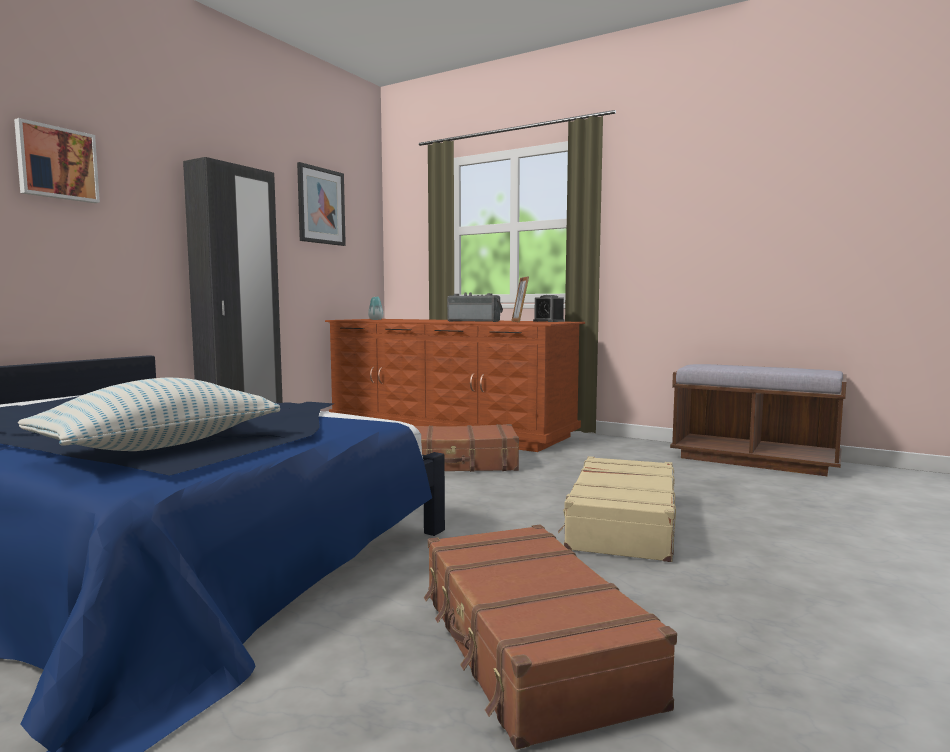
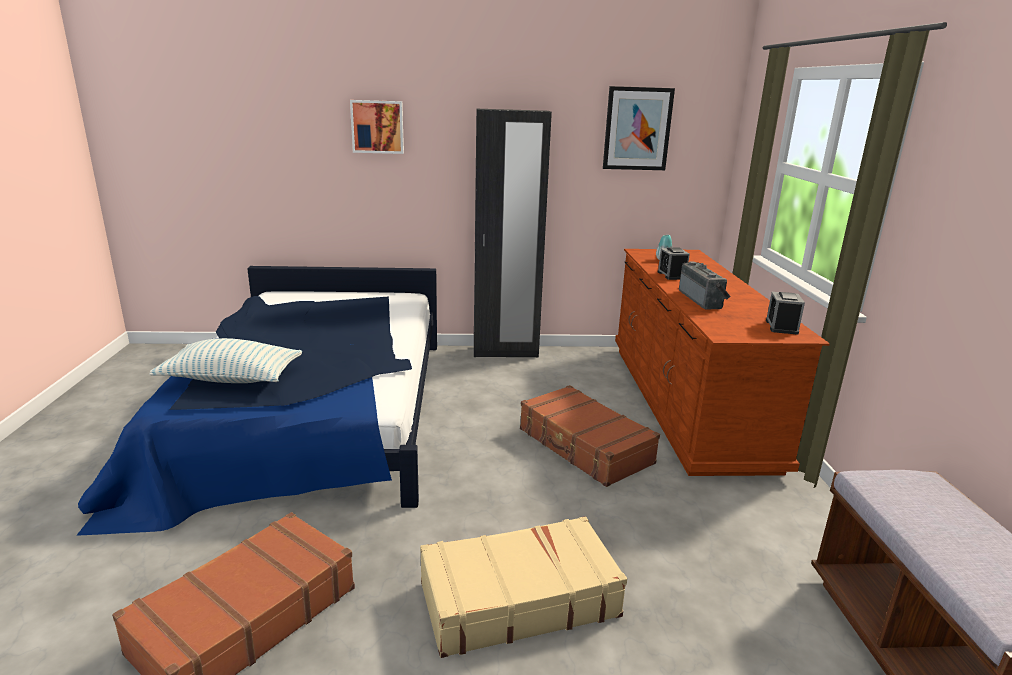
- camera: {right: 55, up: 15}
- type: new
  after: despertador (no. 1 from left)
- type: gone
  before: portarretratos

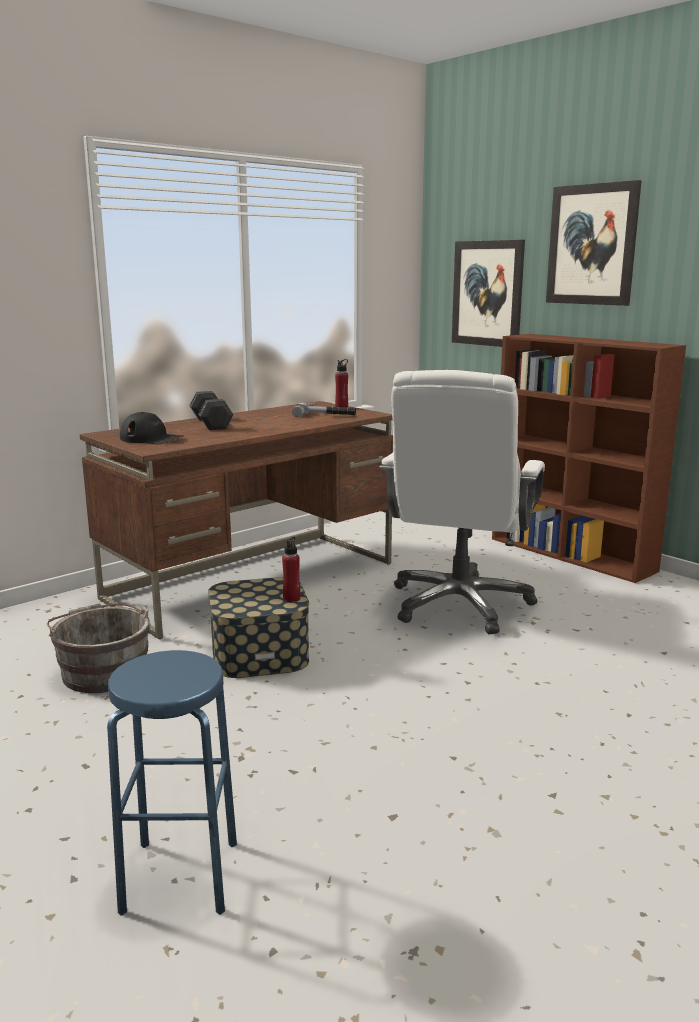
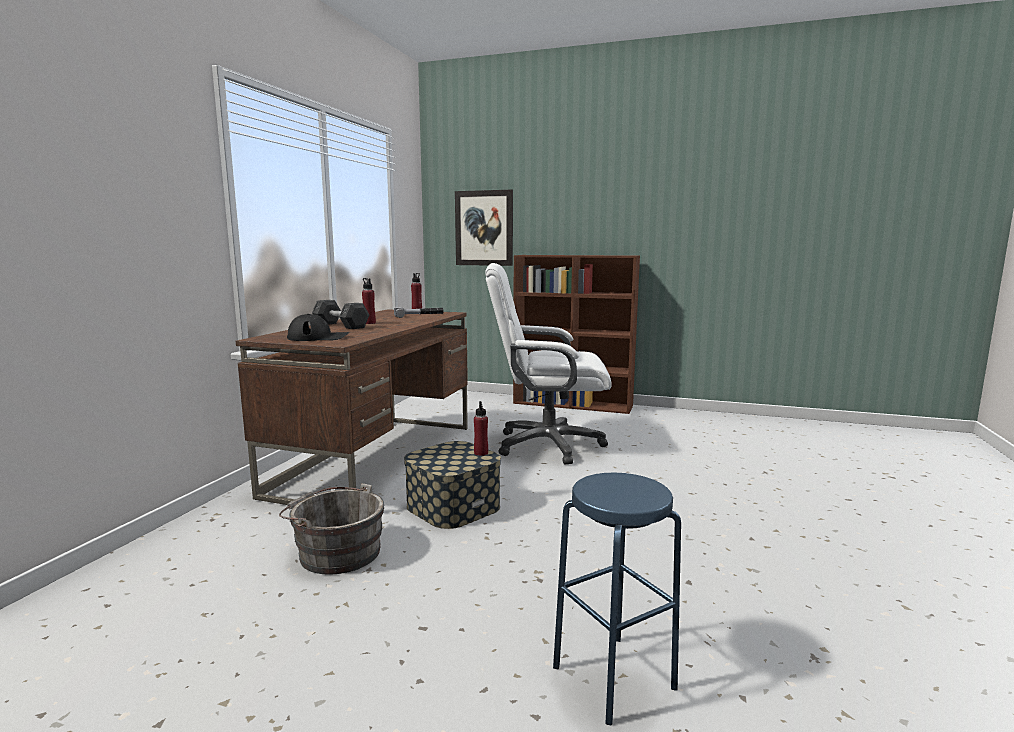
- camera: {right: -30, up: -5}
- type: new
  after: botella (rojo) (no. 1 from left)
- type: rotated
  before: silla de oficina (blanco)
  turn: 105
- type: gone
  before: cuadro (no. 2 from left)

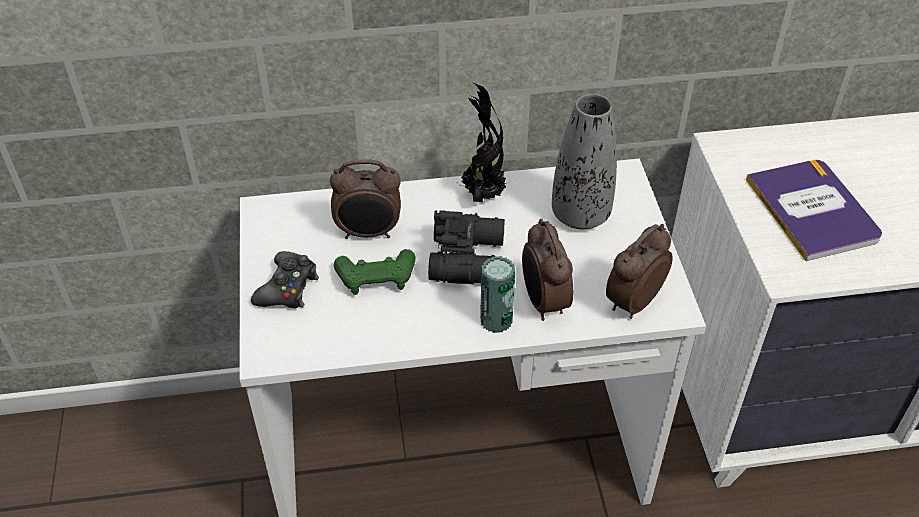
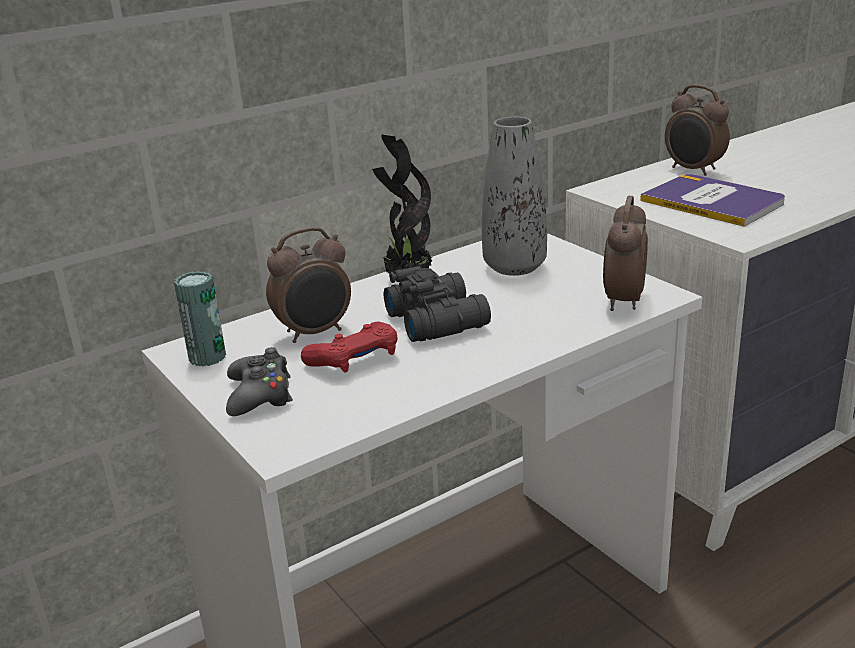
- camera: {right: -25, up: -20}
- type: shifted
  before: lata
- type: repainted
  before: mando de consola (verde)
  after: mando de consola (rojo)
- type: shifted
  before: despertador (no. 2 from left in the first image)
  after: despertador (no. 3 from left)

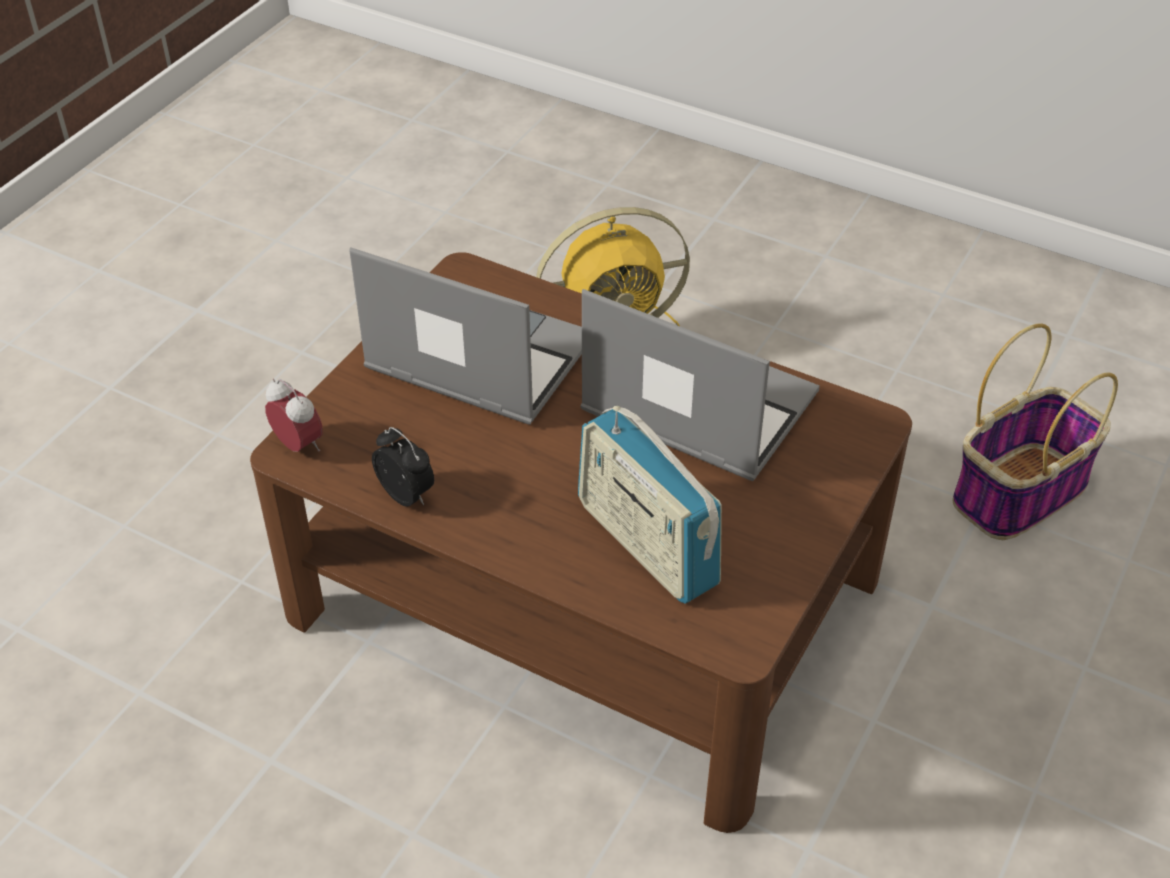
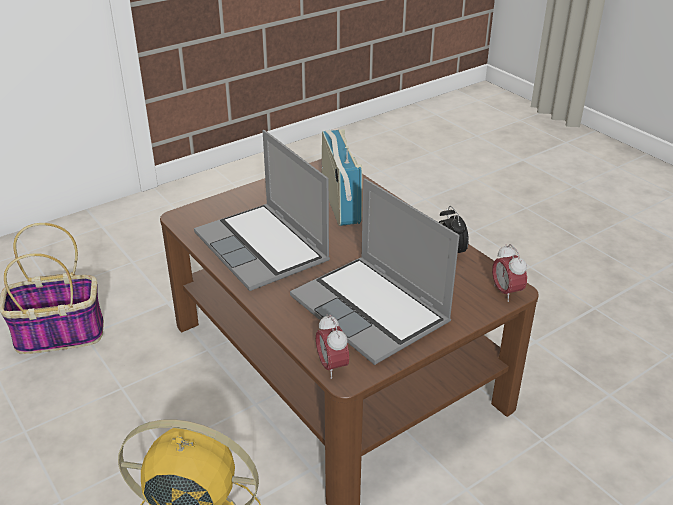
- camera: {right: -155, up: -10}
- type: new
  after: despertador (no. 1 from left)

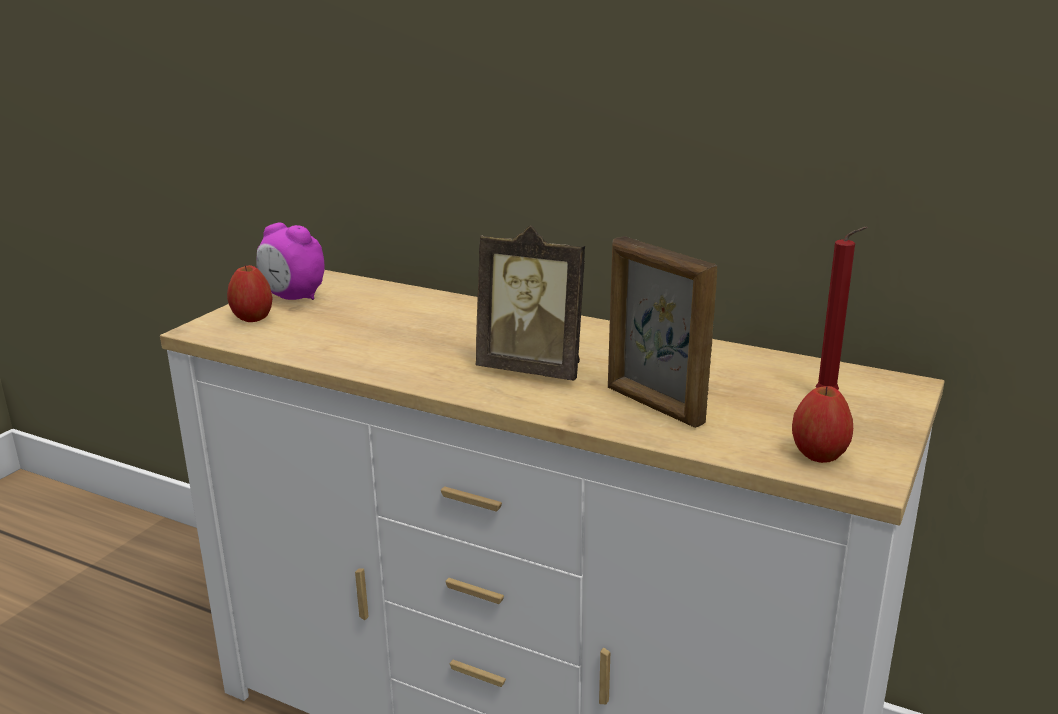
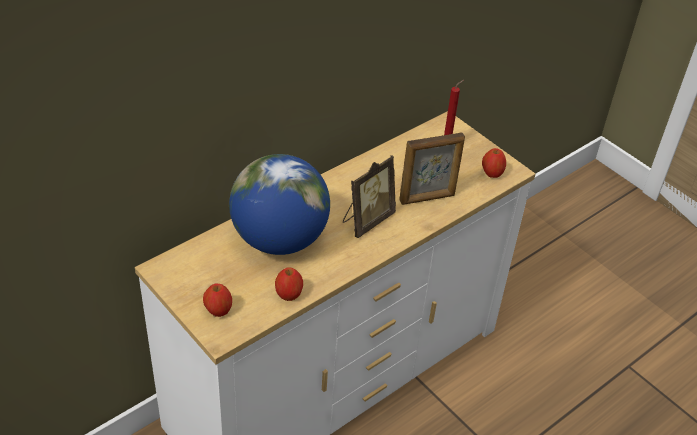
- camera: {right: -70, up: 20}
- type: new
  after: globo terráqueo
- type: new
  after: manzana (no. 2 from left)
- type: gone
  before: despertador

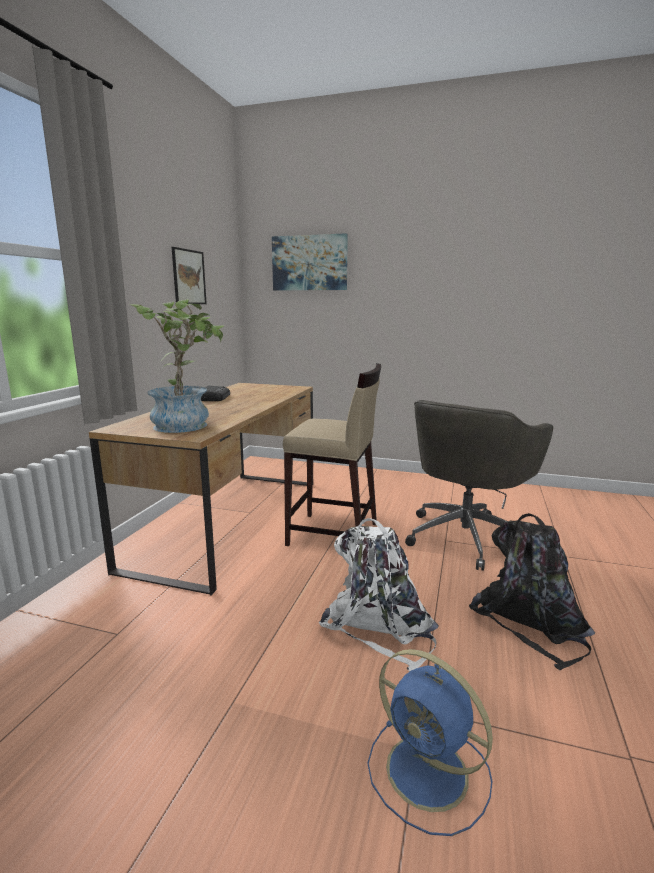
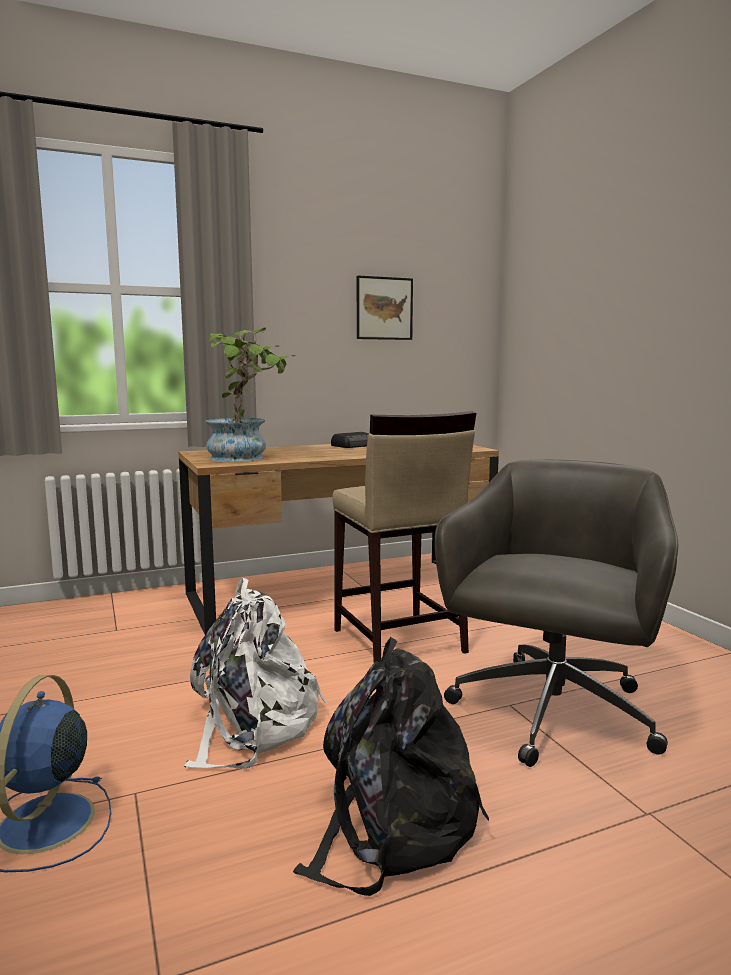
- camera: {right: 50, up: -5}
- type: rotated
  before: silla de oficina (gris)
  turn: 120
- type: gone
  before: cuadro (no. 2 from left)

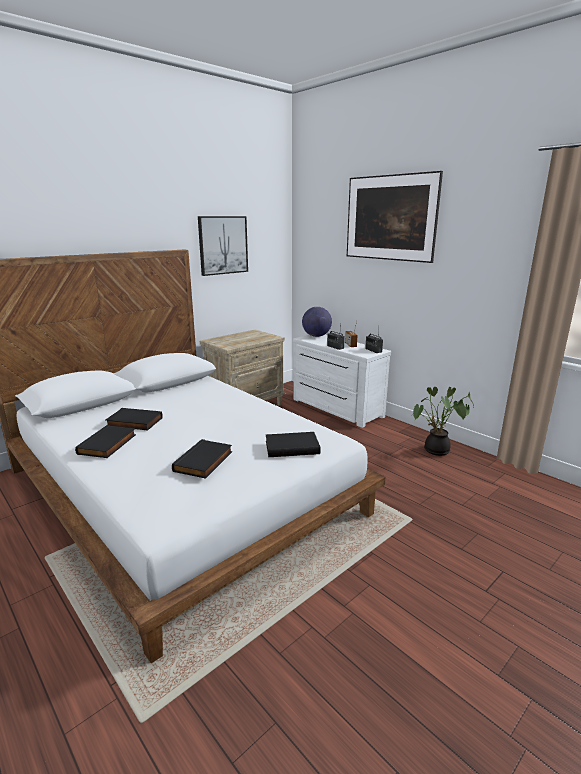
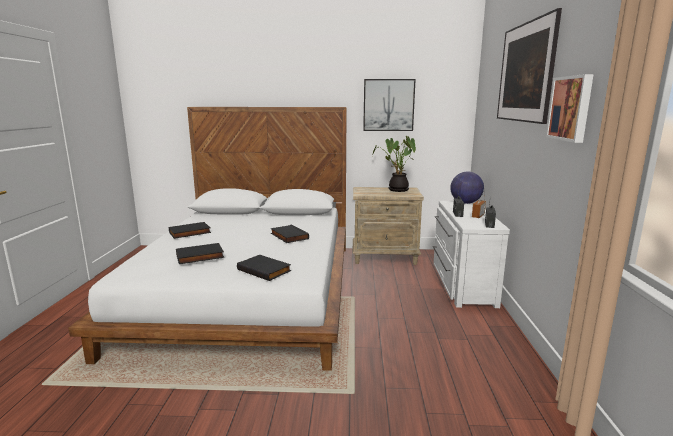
- camera: {right: 45, up: -5}
- type: shifted
  before: libro (negro) (no. 2 from left in the first image)
  after: libro (negro) (no. 4 from left)
- type: shifted
  before: planta en maceta
- type: new
  after: cuadro (no. 3 from left)

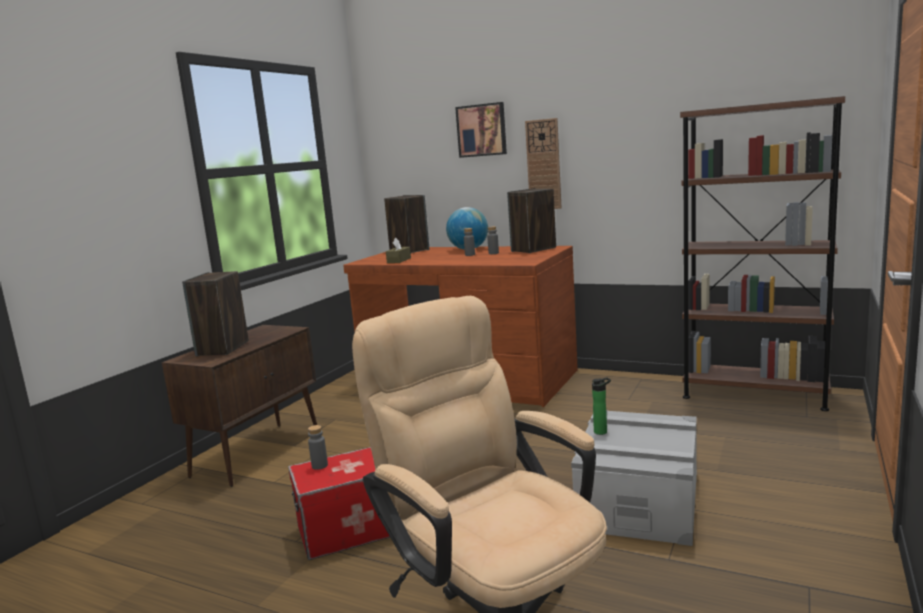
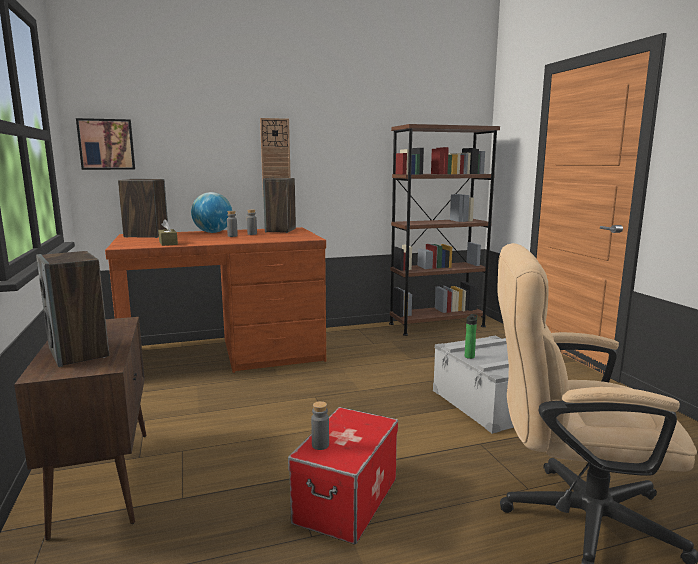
- camera: {right: -45, up: 0}
- type: shifted
  before: cuadro

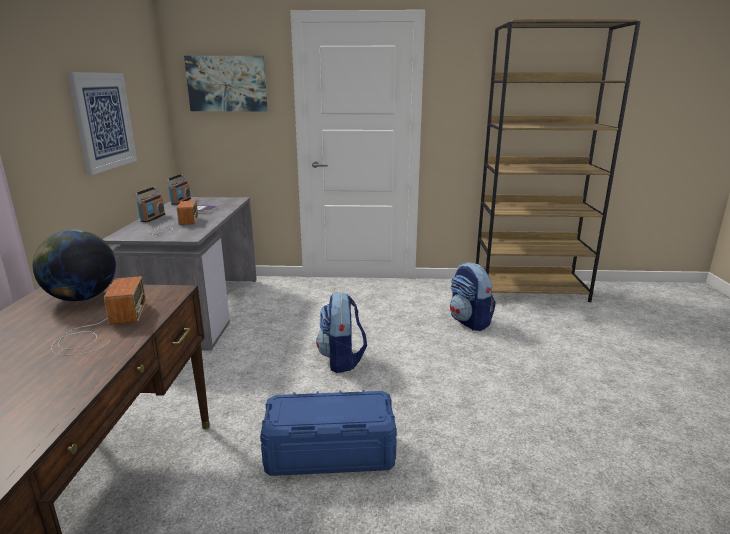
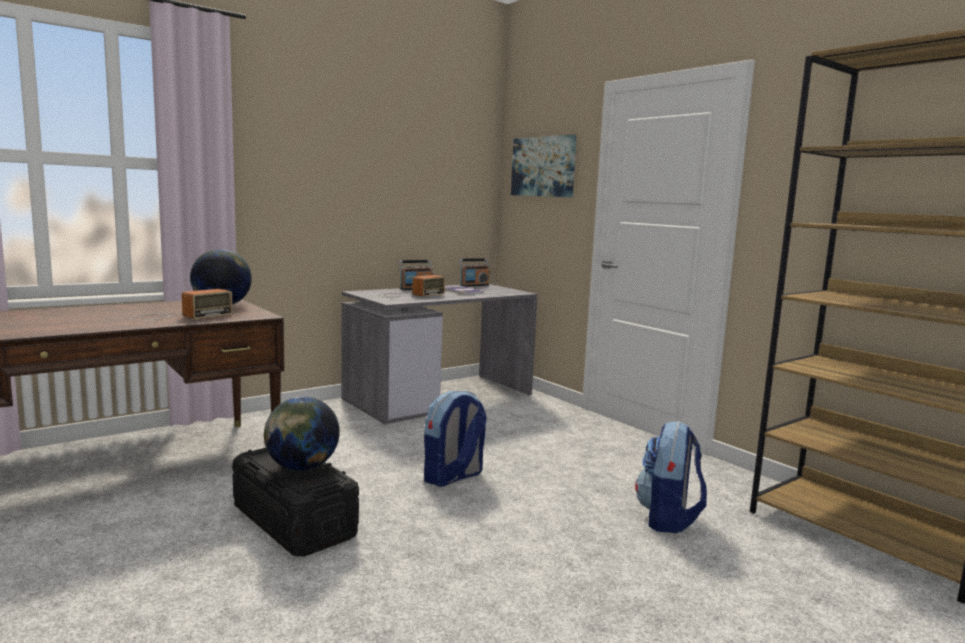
- camera: {right: 50, up: -10}
- type: repainted
  before: caja de almacenaje (azul)
  after: caja de almacenaje (negro)
- type: new
  after: globo terráqueo (no. 2 from left)
- type: gone
  before: cuadro (no. 1 from left)

